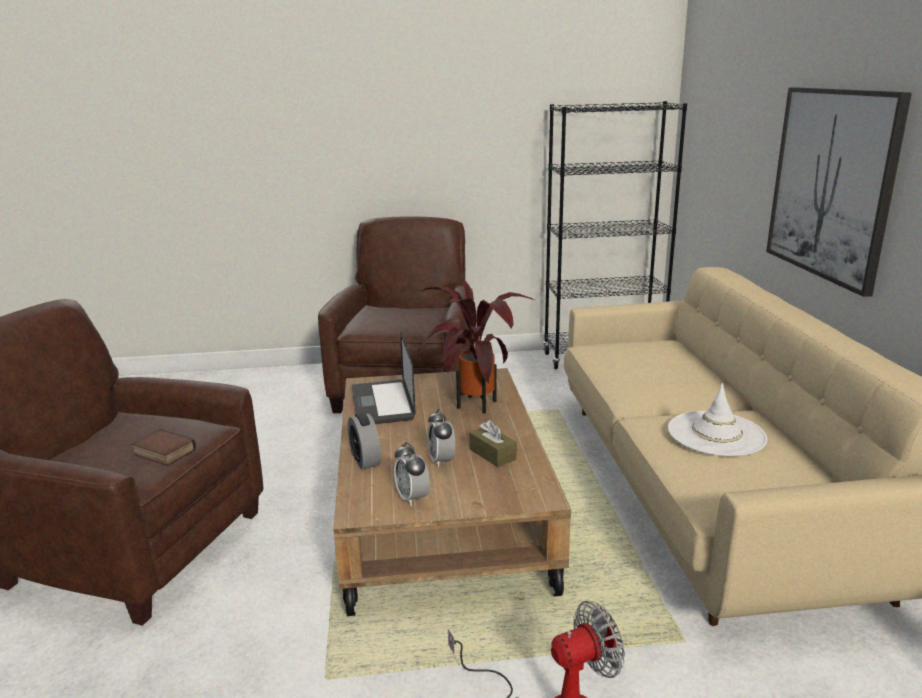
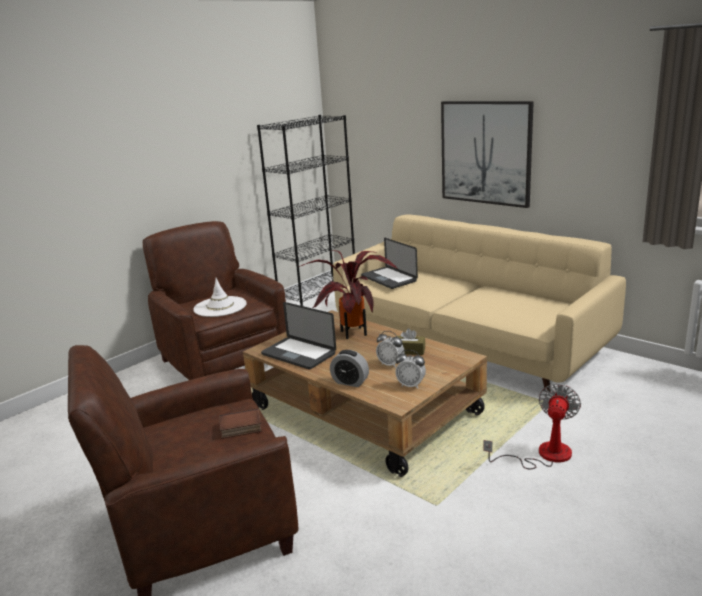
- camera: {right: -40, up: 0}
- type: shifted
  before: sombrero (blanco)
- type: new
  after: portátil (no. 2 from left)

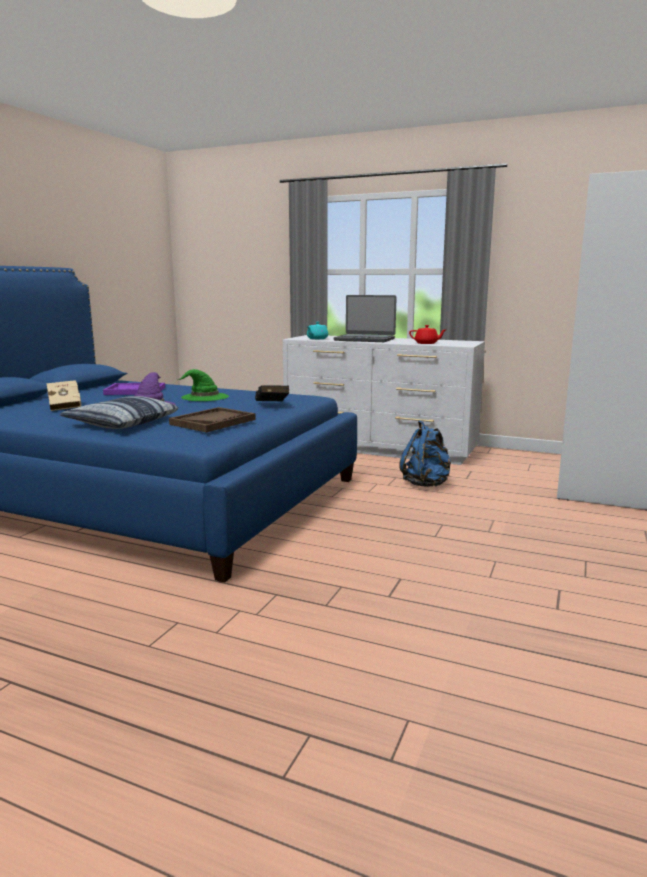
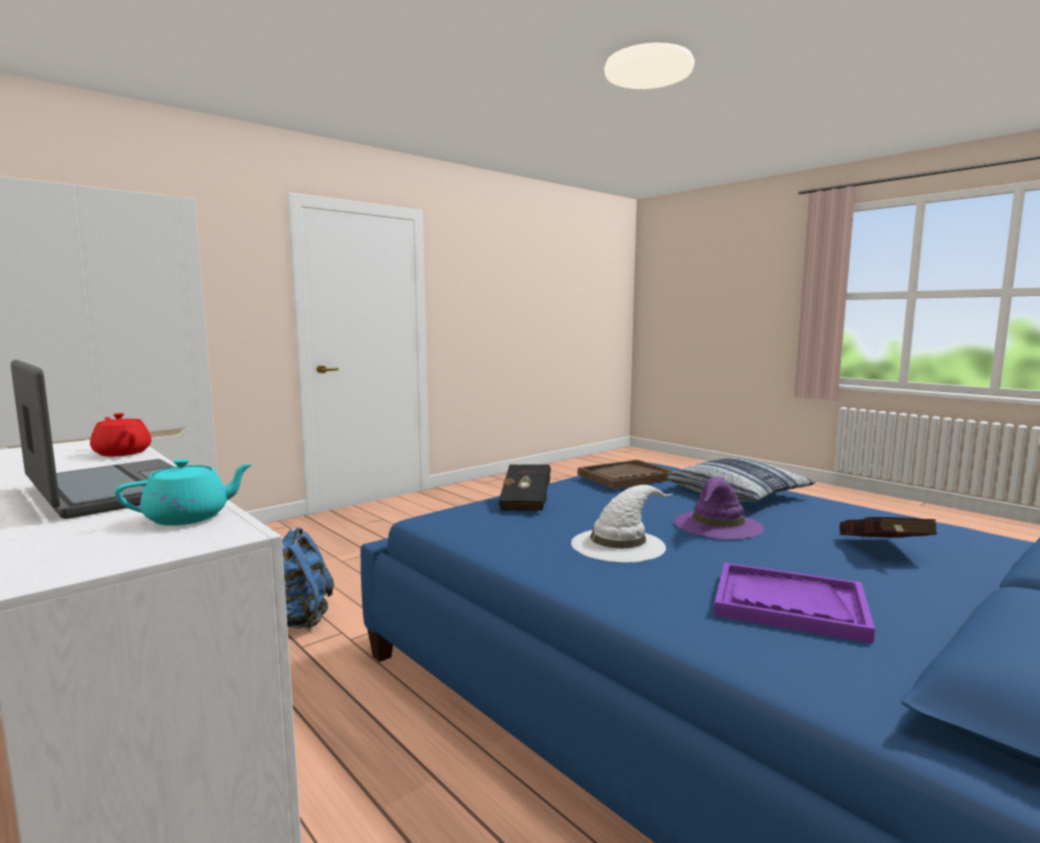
- camera: {right: -155, up: -5}
- type: repainted
  before: sombrero (verde)
  after: sombrero (blanco)
- type: repainted
  before: libro (beis)
  after: libro (rojo)

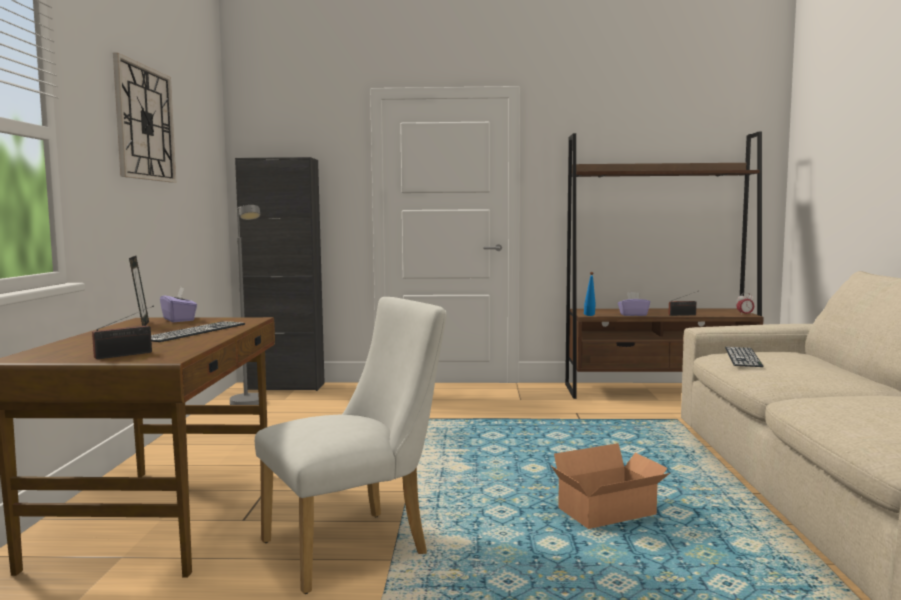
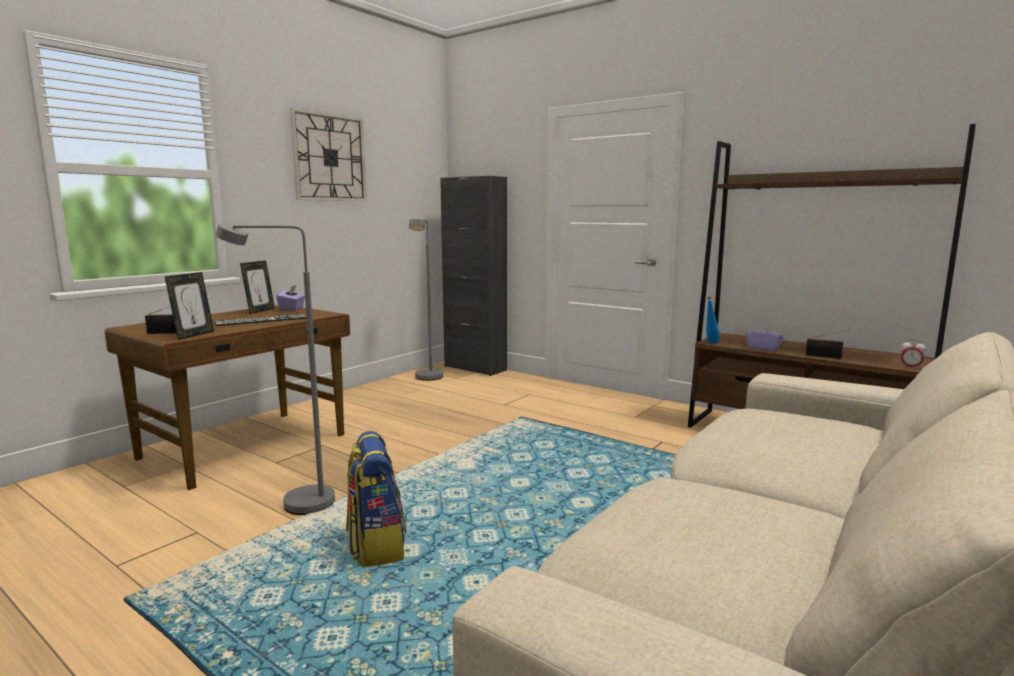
- camera: {right: 35, up: 5}
- type: new
  after: portarretratos (no. 1 from left)
- type: swapped
  before: silla (blanco)
  after: lámpara de pie (gris) (no. 1 from left)
- type: new
  after: mochila
- type: gone
  before: caja de cartón
- type: gone
  before: teclado (no. 2 from left)

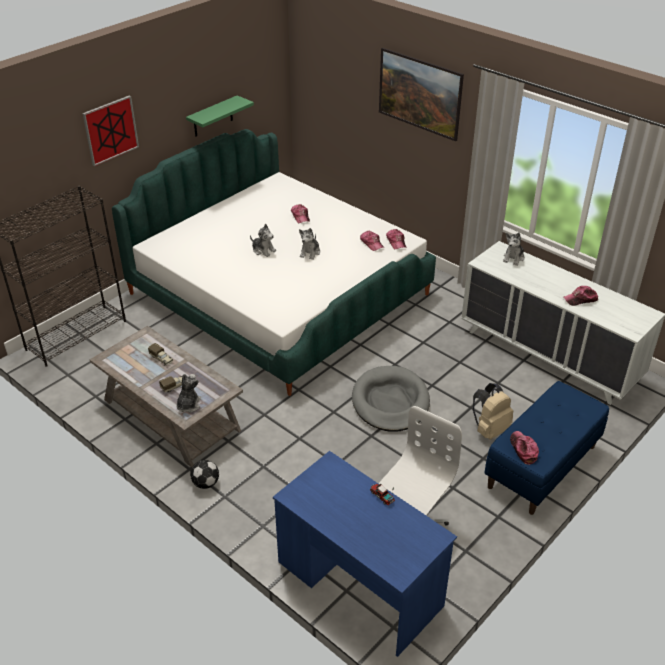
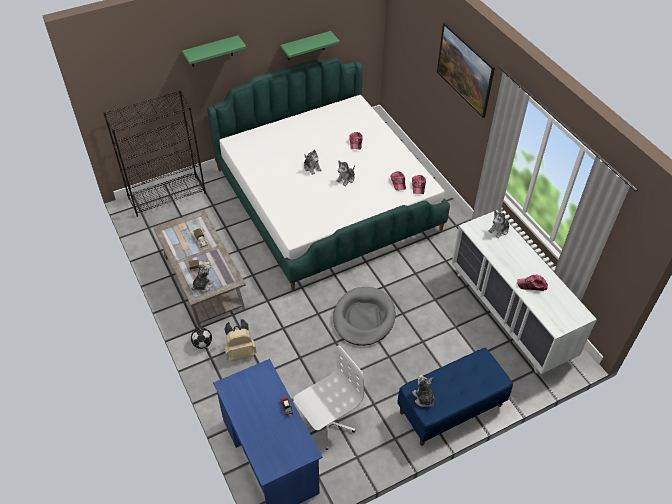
- camera: {right: 20, up: 10}
- type: swapped
  before: cuadro (no. 1 from left)
  after: estante (verde) (no. 1 from left)
- type: shifted
  before: mochila (beis)
- type: swapped
  before: gorra (no. 4 from left)
  after: peluche (no. 4 from left)

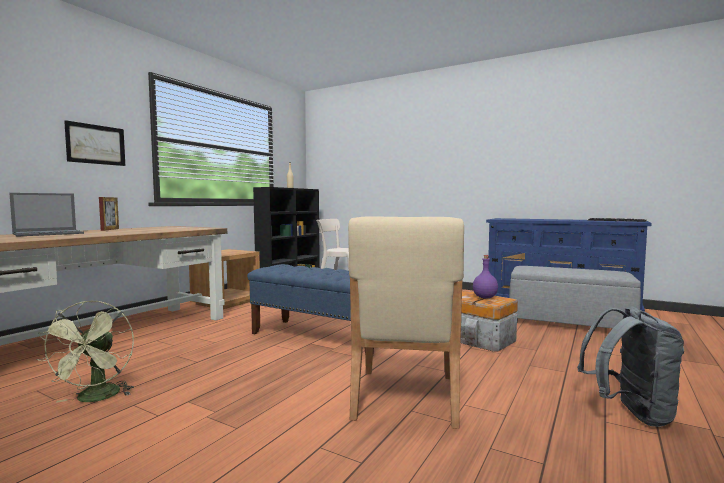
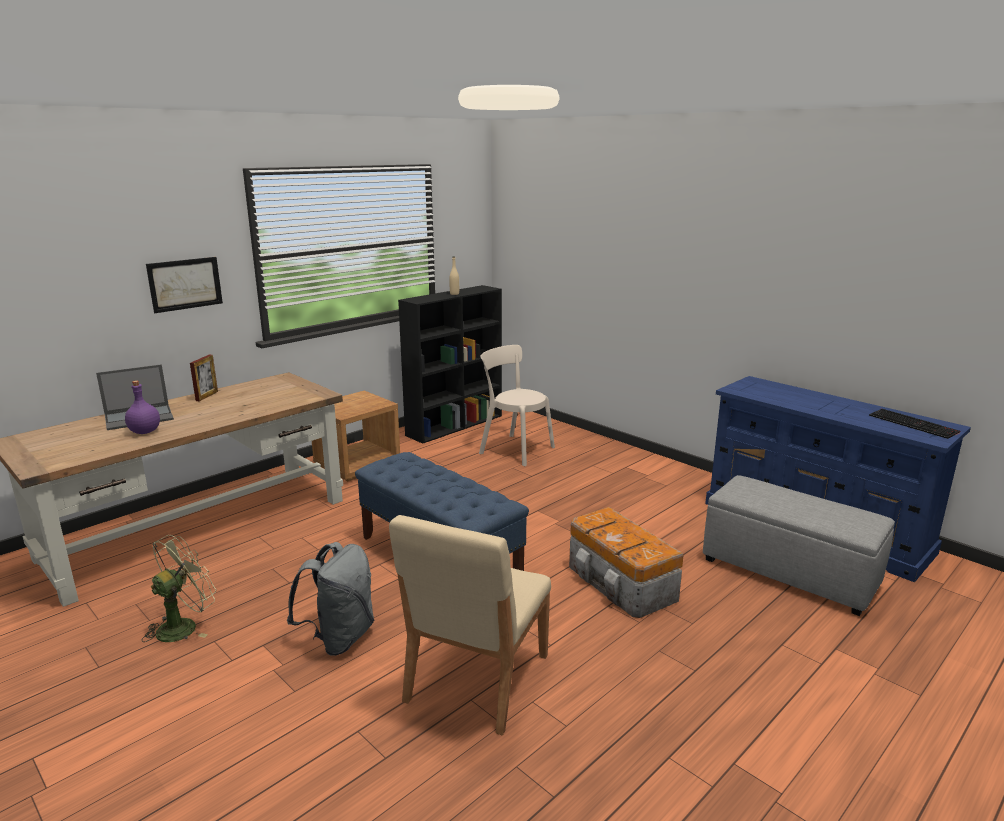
- camera: {right: 15, up: 15}
- type: shifted
  before: botella (morado)
- type: rotated
  before: ventilador (verde)
  turn: -150
- type: shifted
  before: mochila (gris)

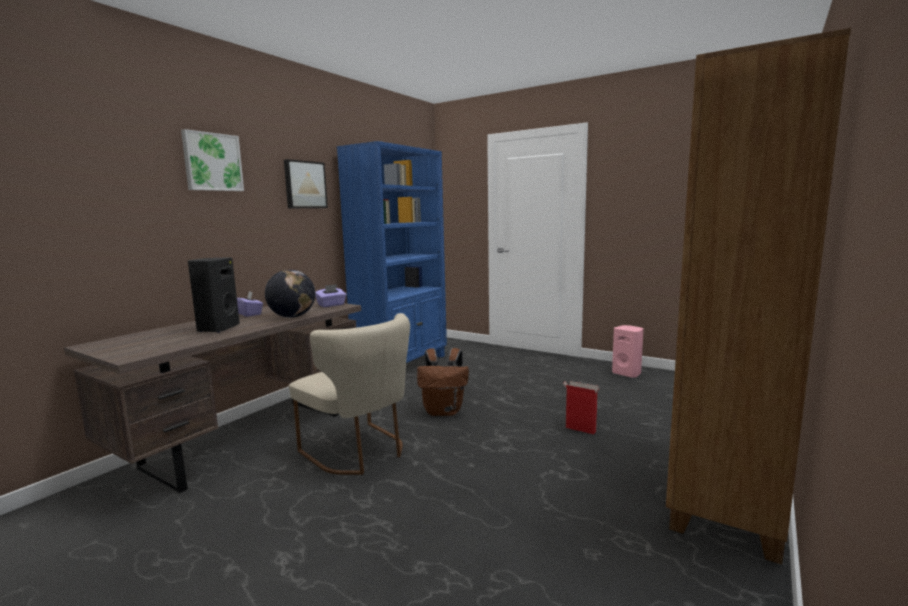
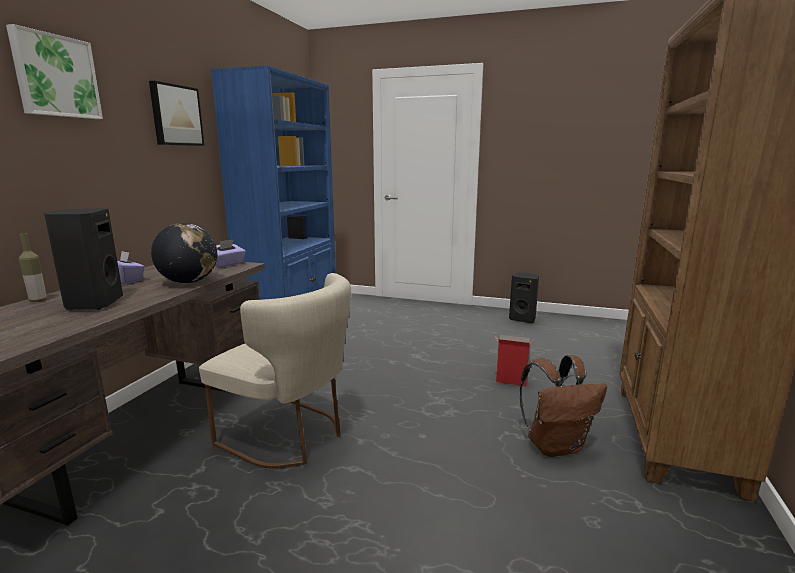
- camera: {right: -15, up: 5}
- type: new
  after: botella
- type: repainted
  before: altavoz (rosa)
  after: altavoz (negro) (no. 2 from left)
- type: shifted
  before: mochila (marrón)

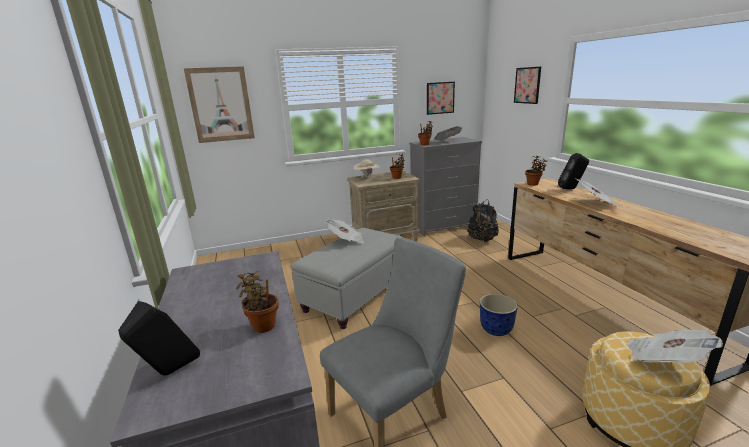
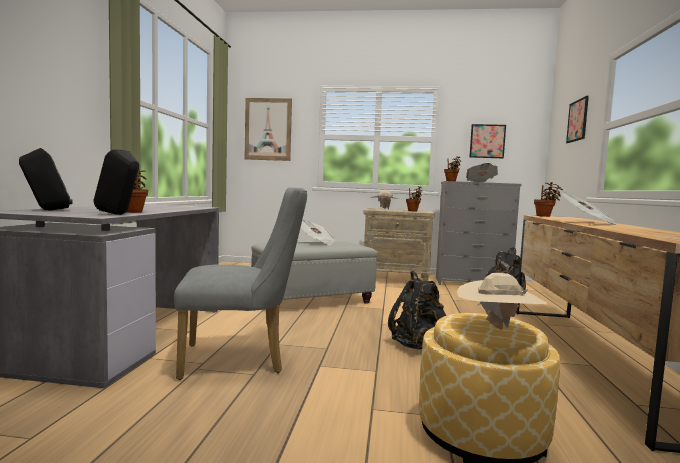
- camera: {right: 25, up: -15}
- type: shifted
  before: altavoz (negro) (no. 2 from left)
- type: swapped
  before: maceta
  after: mochila (negro) (no. 1 from left)
- type: swapped
  before: periódico (no. 4 from left)
  after: sombrero (beis) (no. 2 from left)

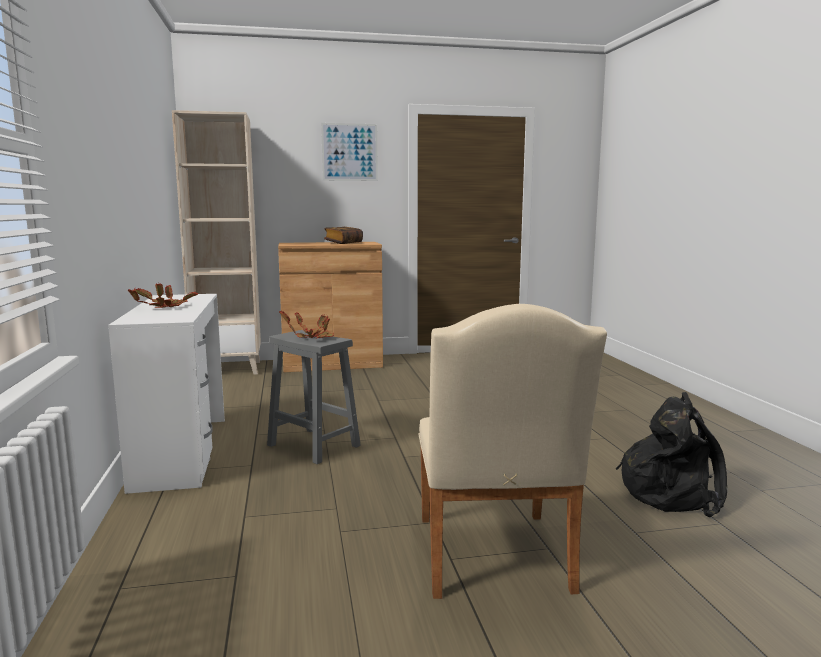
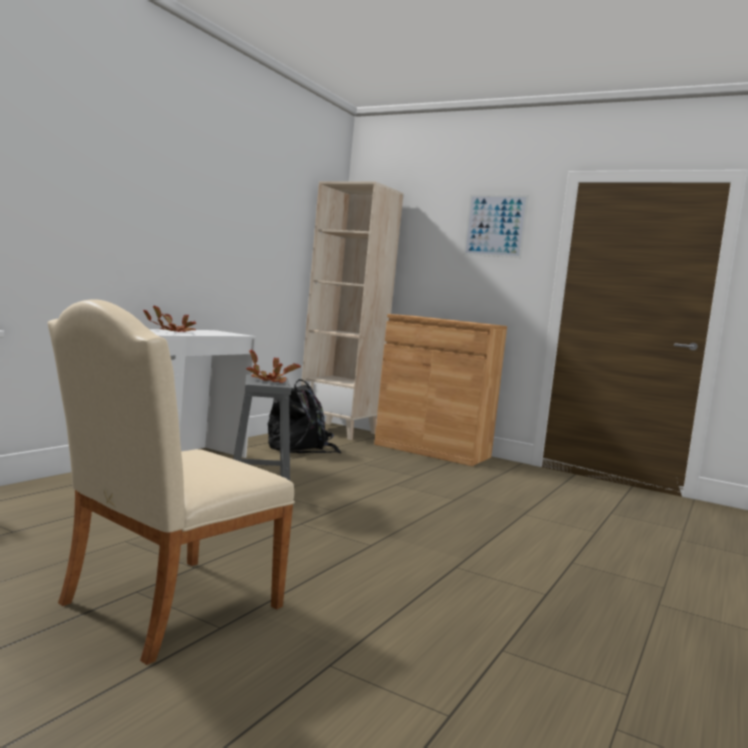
- camera: {right: 40, up: -5}
- type: shifted
  before: mochila (negro)
- type: gone
  before: libro

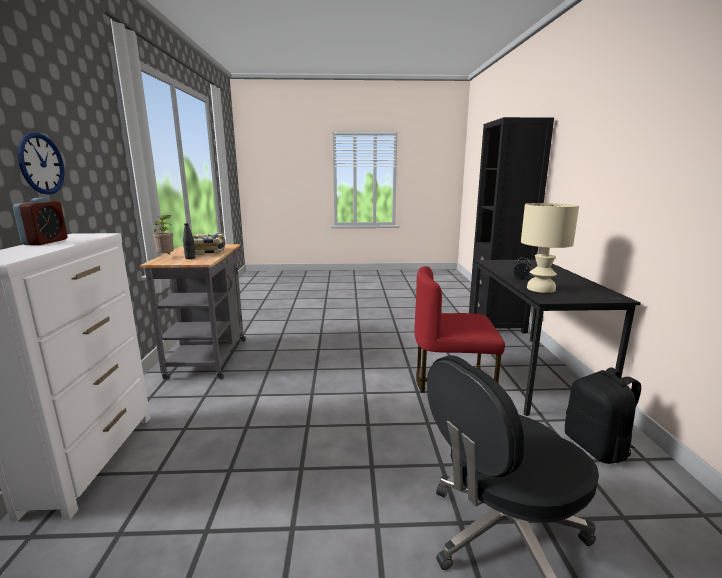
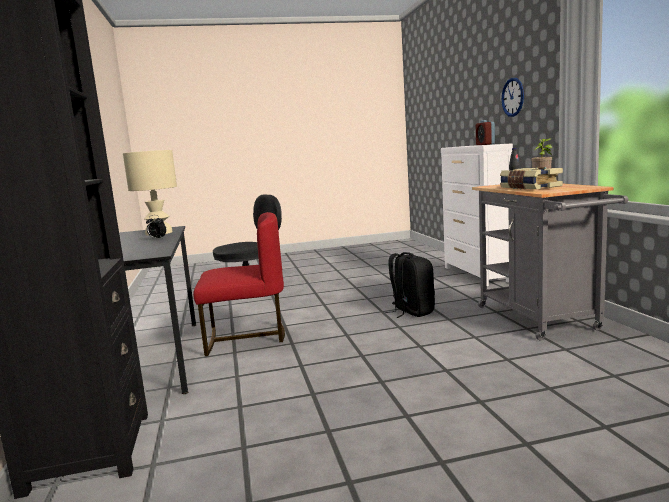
- camera: {right: 170, up: -5}
- type: shifted
  before: mochila (negro)

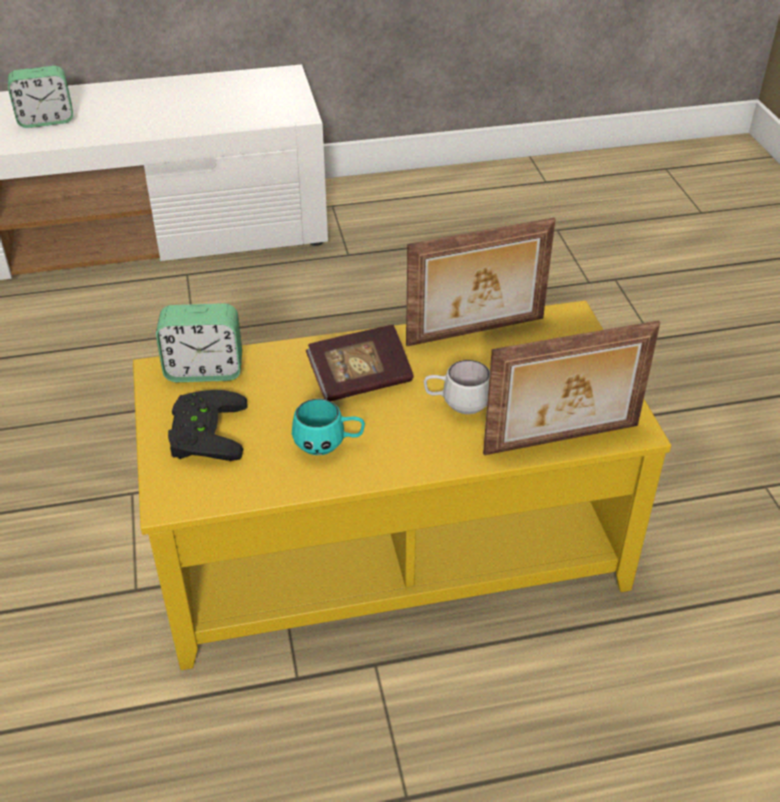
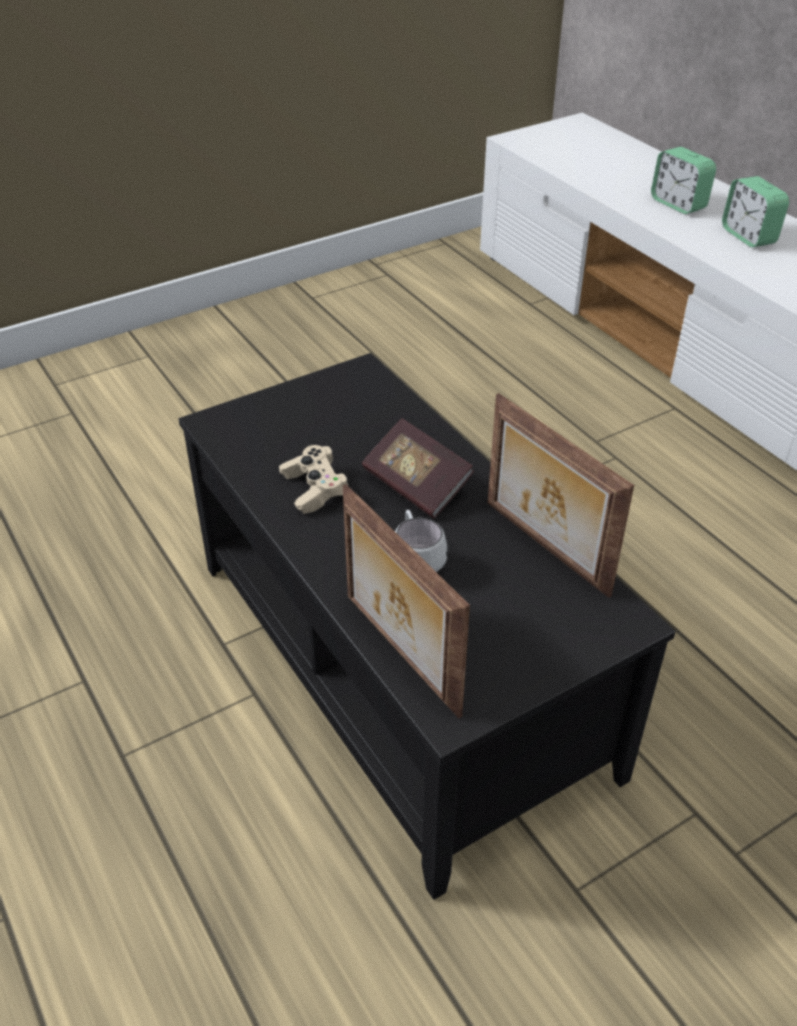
- camera: {right: 70, up: 0}
- type: repainted
  before: mesa de centro (amarillo)
  after: mesa de centro (negro)
- type: swapped
  before: taza grande (turquesa)
  after: mando de consola (beis)
- type: shifted
  before: despertador (no. 2 from left)
- type: gone
  before: mando de consola (negro)

